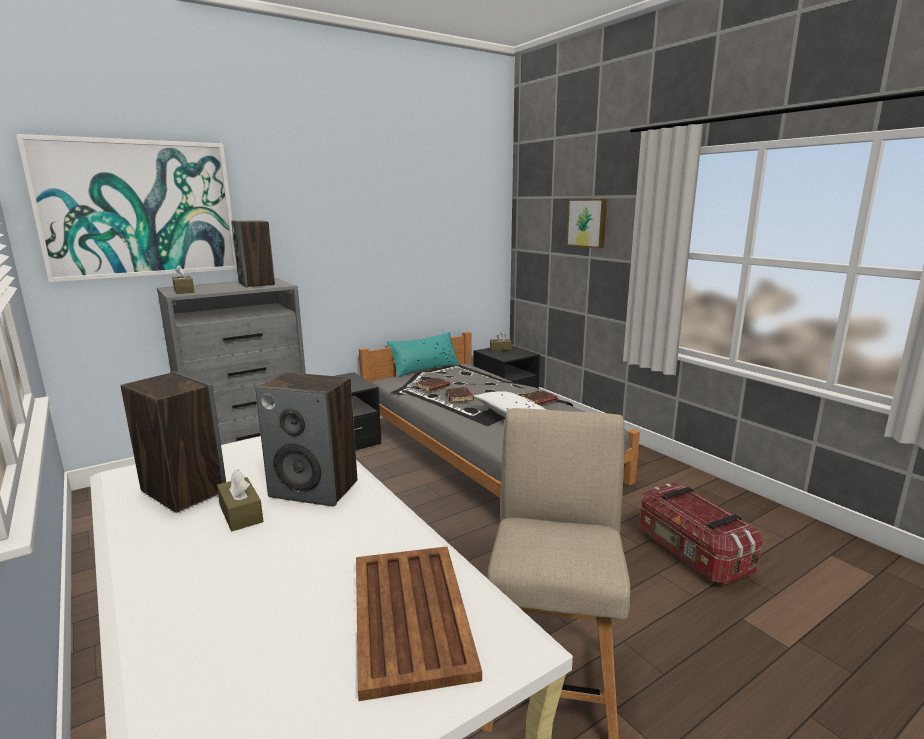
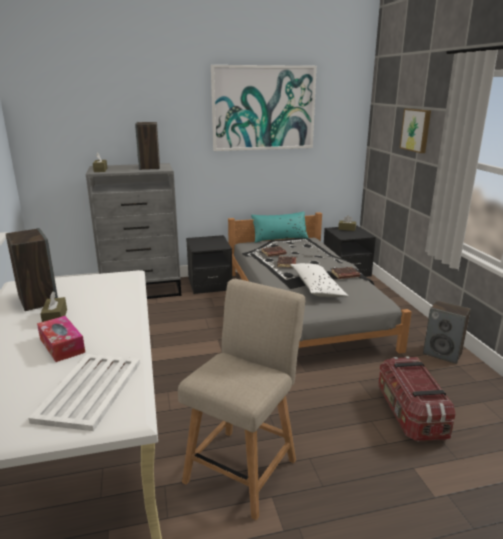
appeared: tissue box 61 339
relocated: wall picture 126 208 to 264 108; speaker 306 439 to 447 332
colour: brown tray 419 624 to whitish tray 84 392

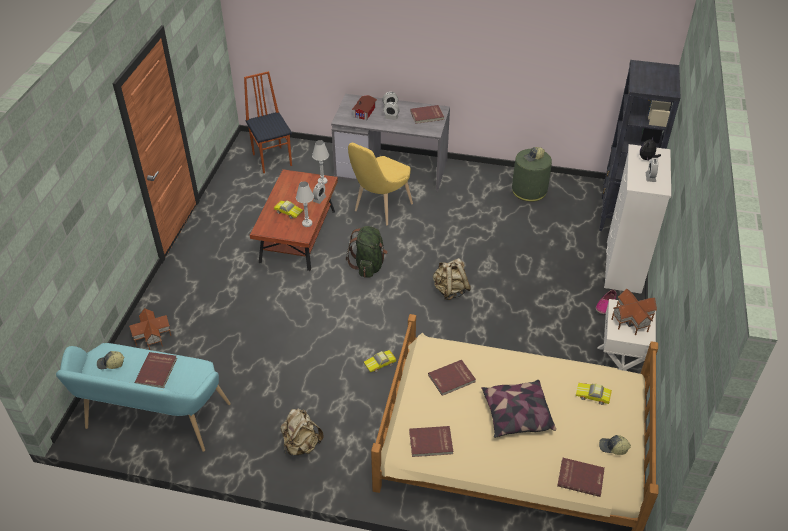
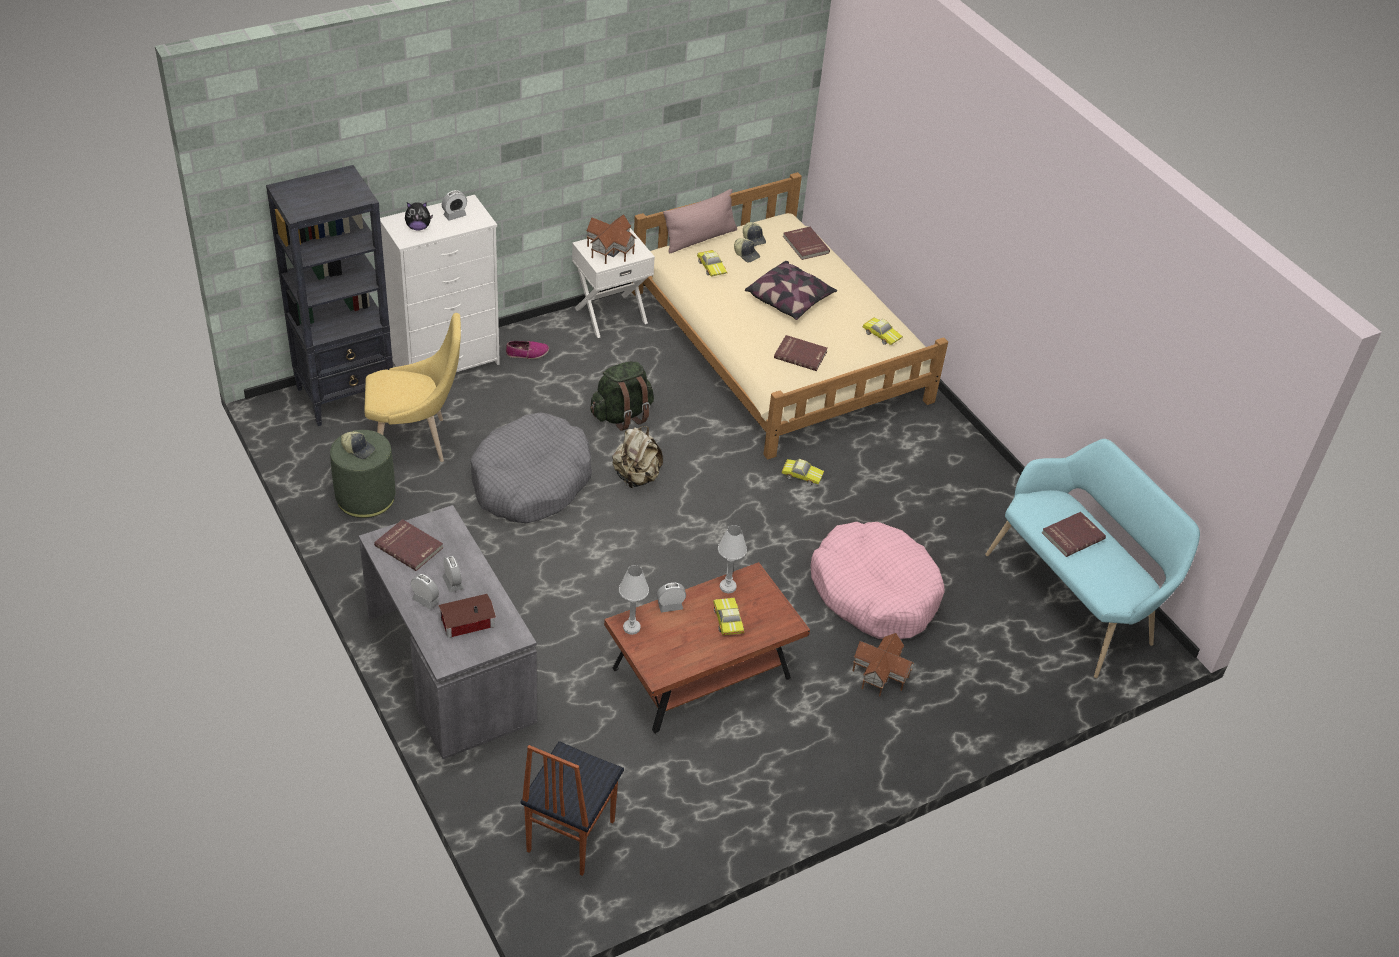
missing: beige backpack 301 431
appeared: greyish dog cushion 531 468; pinkish cushion 700 221; pinkish dog cushion 878 580
relocated: yellow chair 380 184 to 412 387; green-coloured backpack 367 252 to 622 396; cap 110 360 to 747 250; toy house 150 329 to 883 664
exchanged: red book 431 441 to toy car 883 331

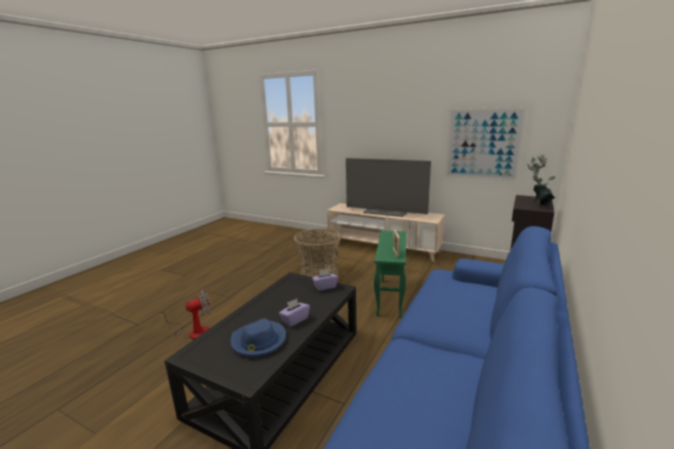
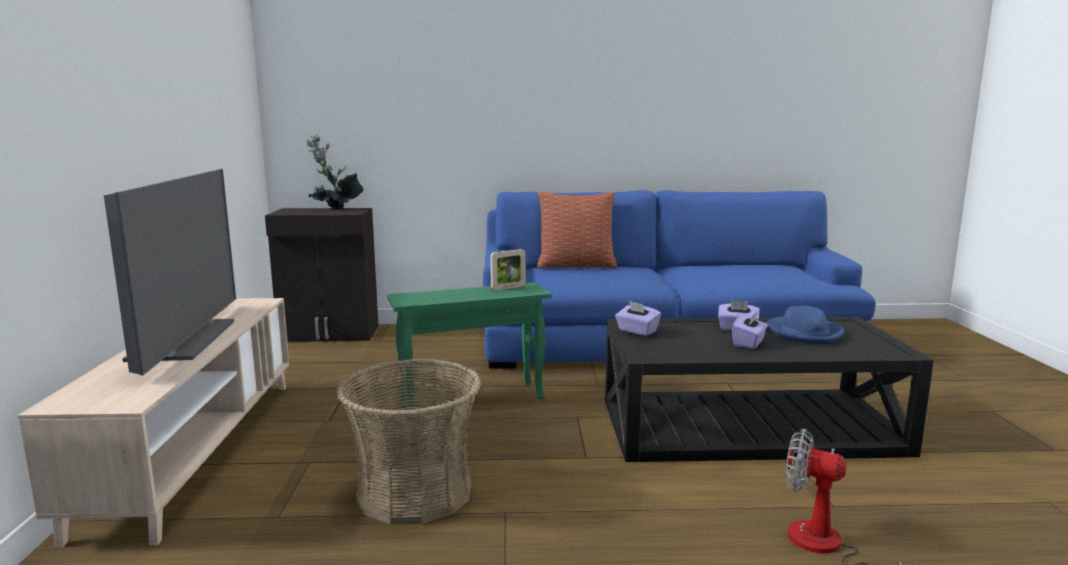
missing: wall picture 486 144
appeared: cushion 577 230; purple-coloured tissue box 750 330

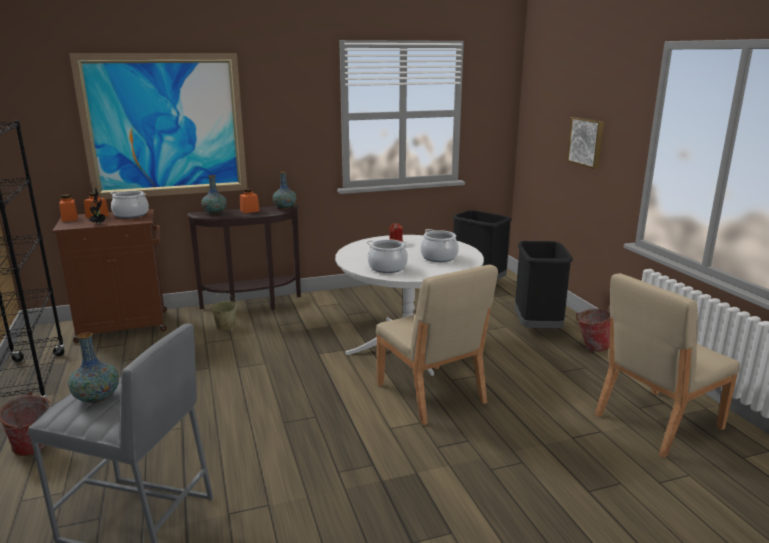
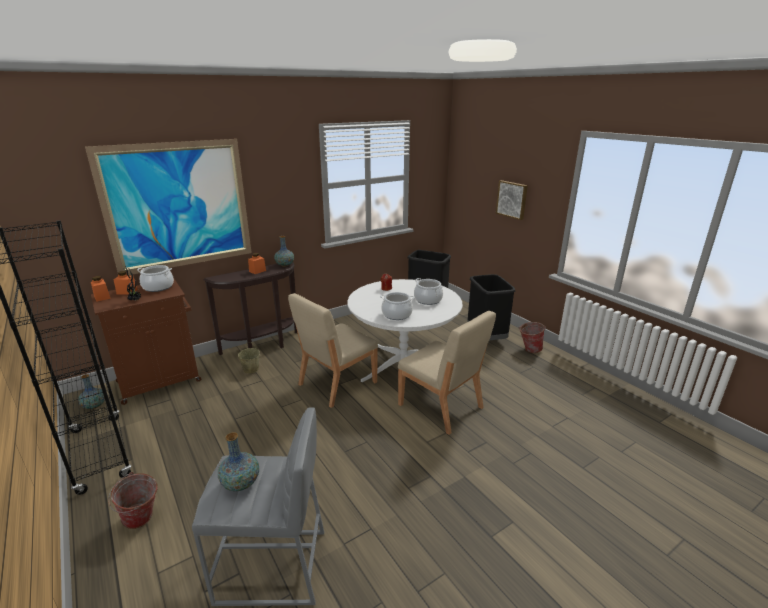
relocated: vase 214 194 to 91 391; beige chair 667 365 to 333 350

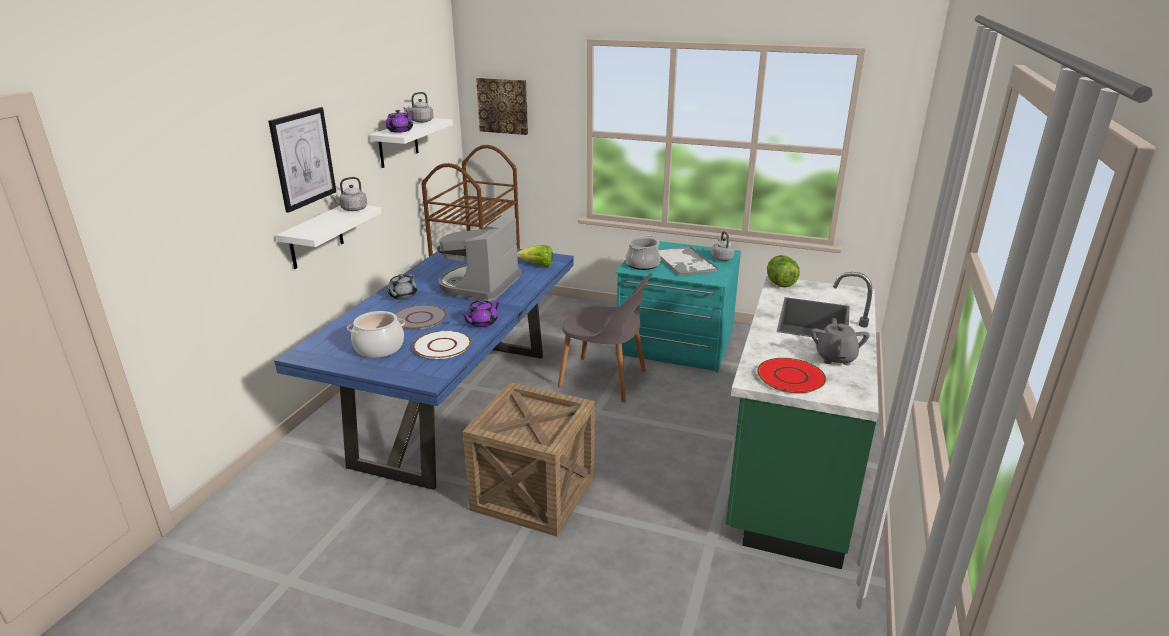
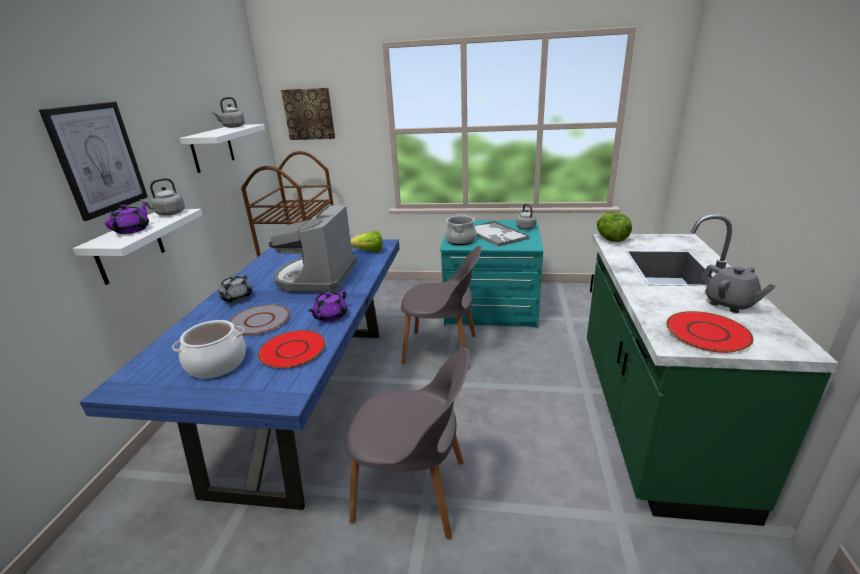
relocated: purple-coloured teapot 399 121 to 127 218
exchanged: shipping crate 528 459 to greyish chair 408 443
colour: whitish flat dish 442 344 to red flat dish 291 349
spun: greyish teapot 840 341 = 738 288 150 degrees clockwise

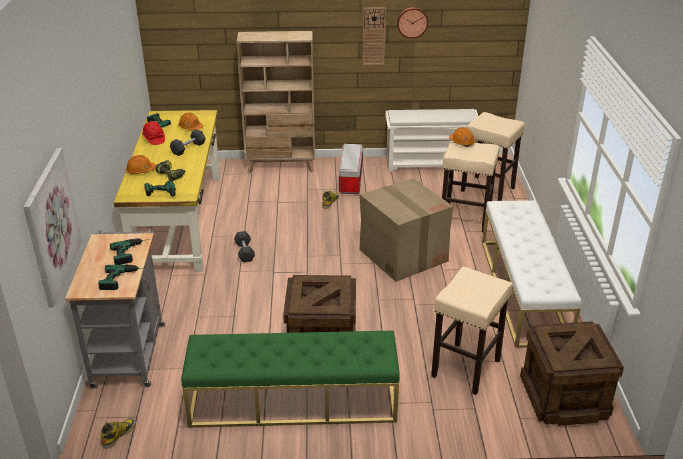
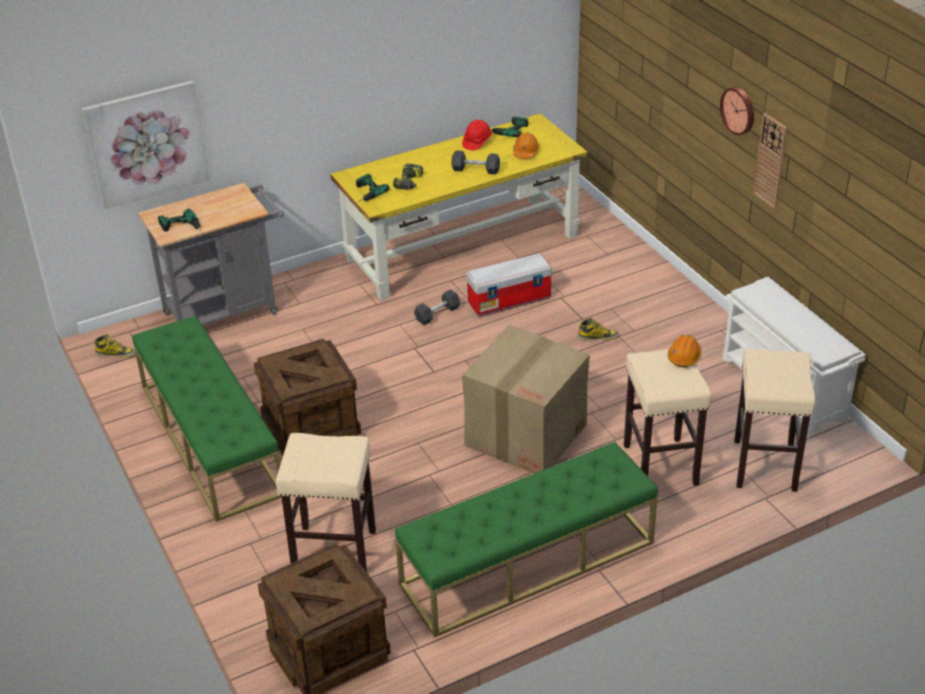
missing: electric drill 130 251; orangey safety helmet 141 164; beige bookshelf 275 102
relocated: storage box 351 169 to 509 285; wall clock 412 23 to 737 111
colour: whitish bench 532 274 to green-coloured bench 526 539

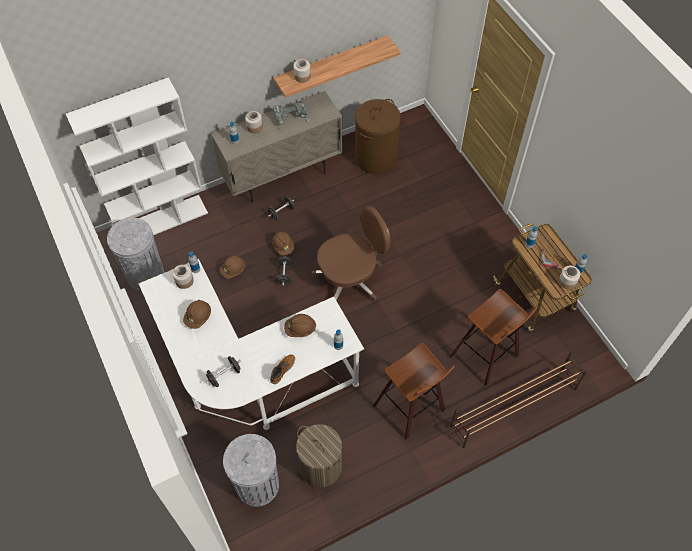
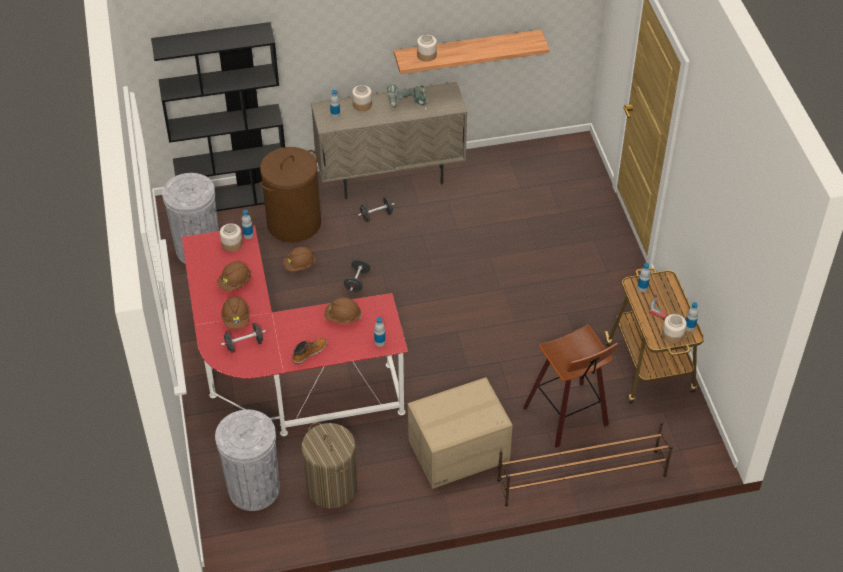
missing: brown office chair 351 253
relocated: brown safety helmet 283 243 to 235 313; brown washing basket 378 136 to 290 195
exchanged: stool seat 414 391 to carton 460 433
colour: whitish bookshelf 137 156 to black bookshelf 218 116; whitish desk 251 344 to red desk 295 331

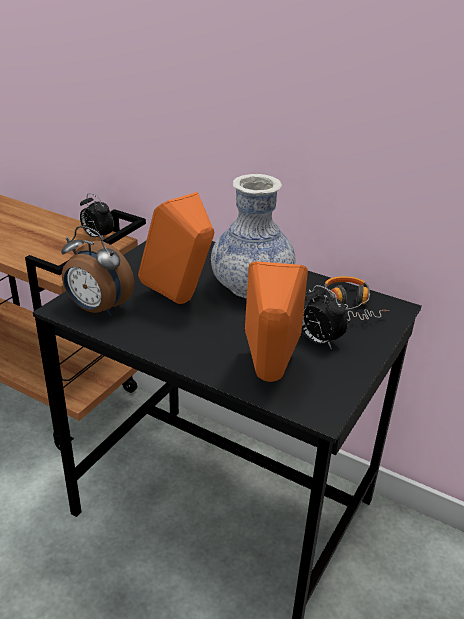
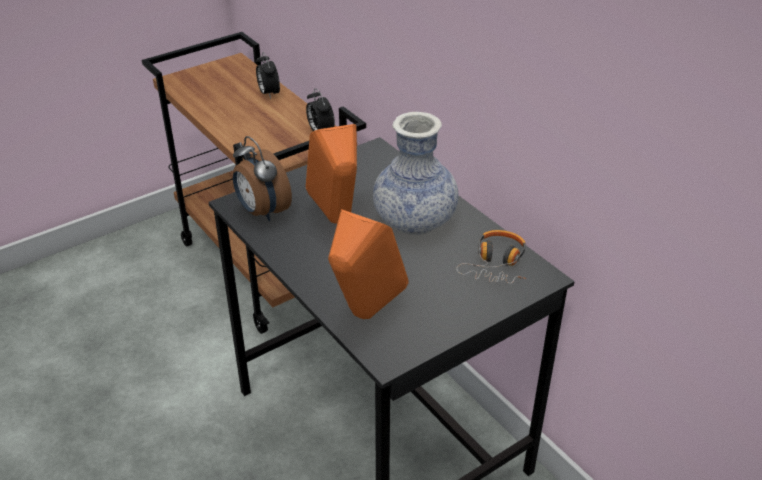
relocated: alarm clock 325 317 to 268 75

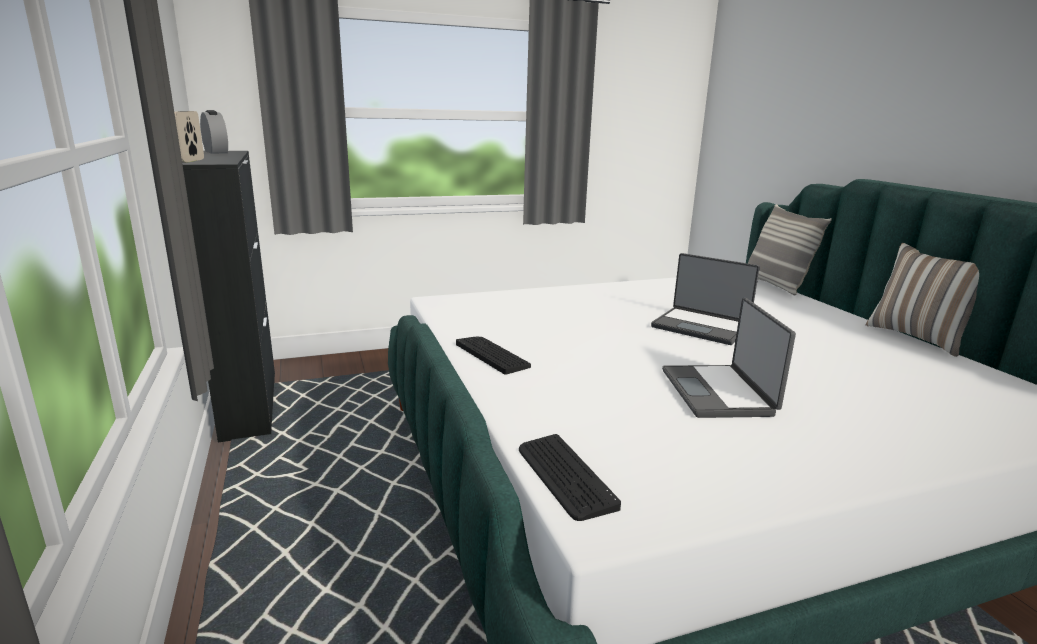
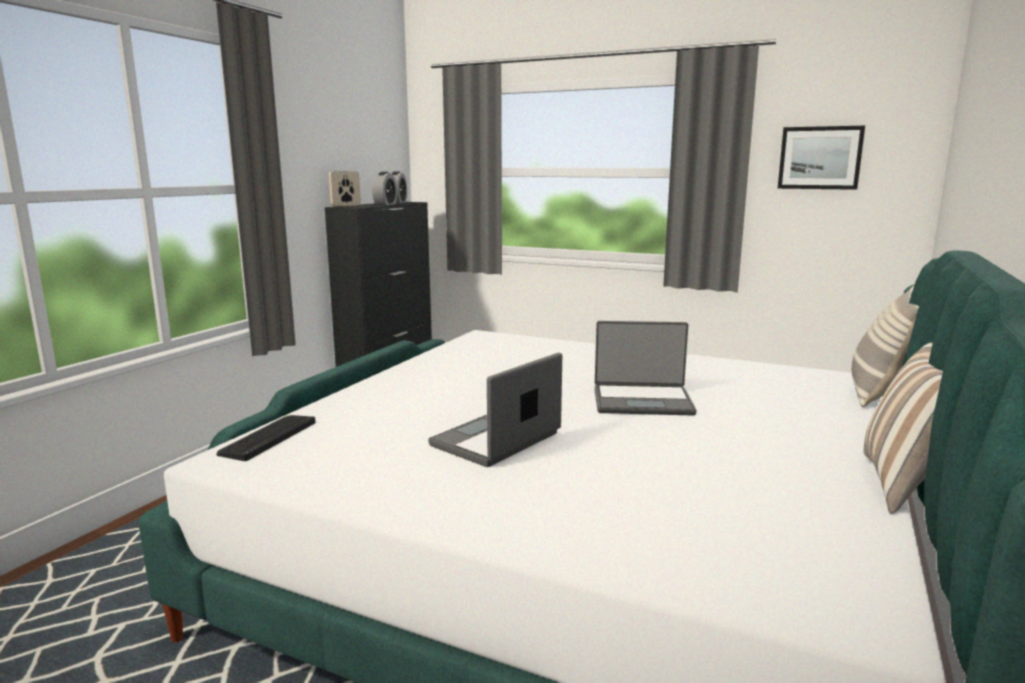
missing: keyboard 493 355
appeared: alarm clock 384 188; wall picture 821 158
spun: notebook computer 705 299 = 646 368 75 degrees counterclockwise

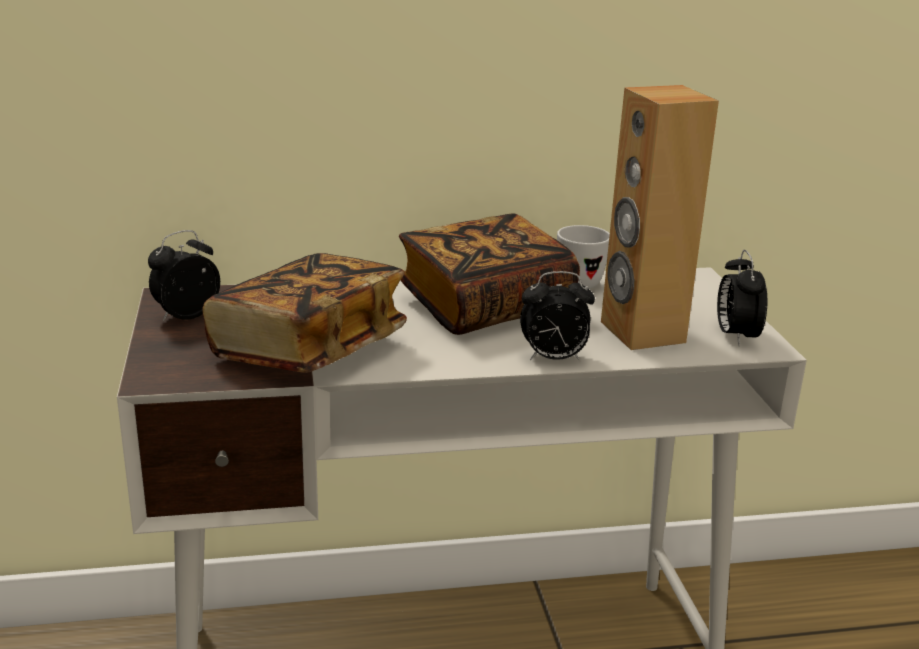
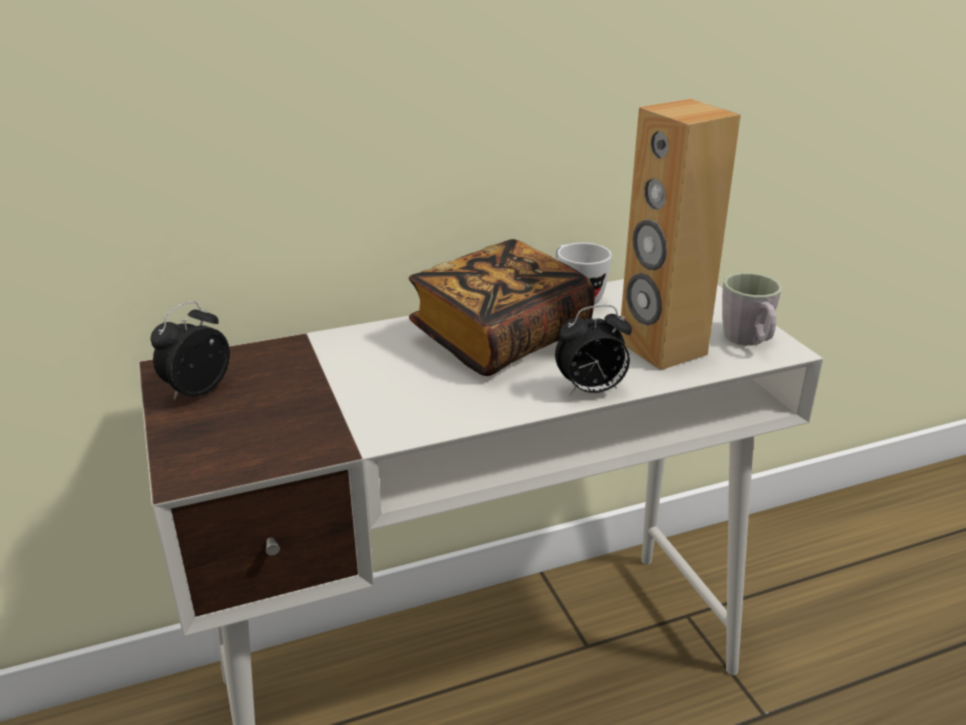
missing: book 304 313
exchanged: alarm clock 742 298 to greyish mug 752 309

